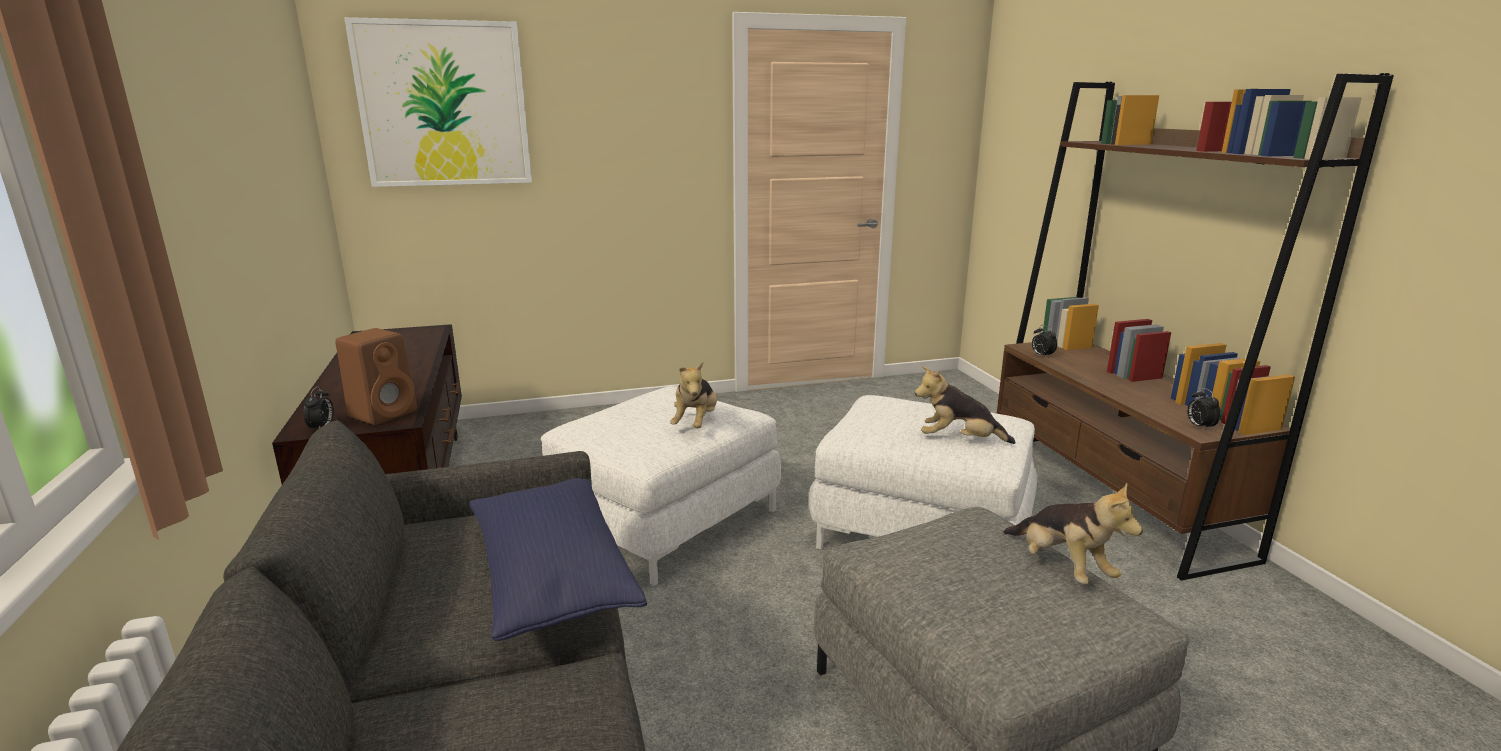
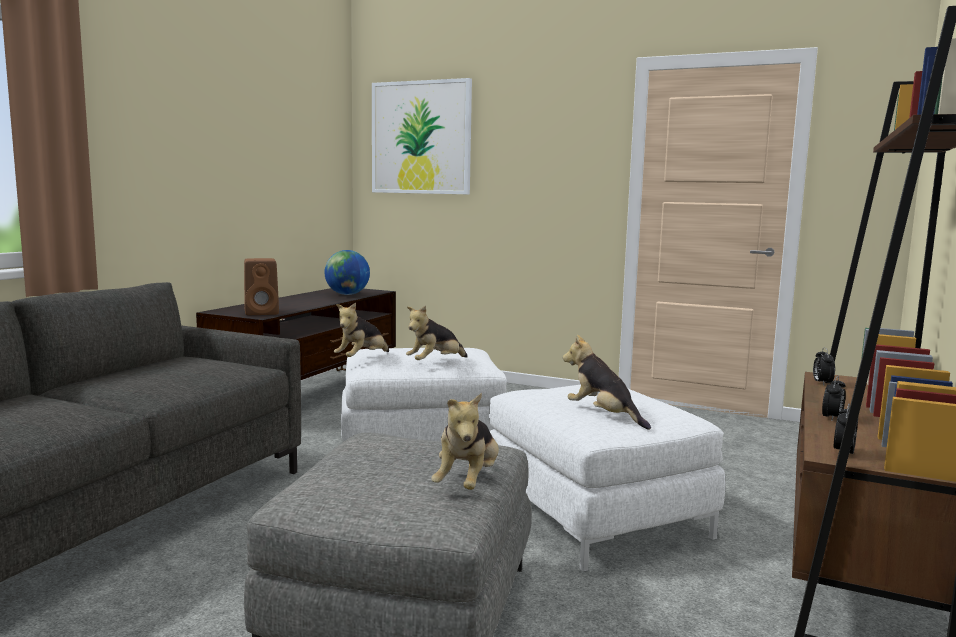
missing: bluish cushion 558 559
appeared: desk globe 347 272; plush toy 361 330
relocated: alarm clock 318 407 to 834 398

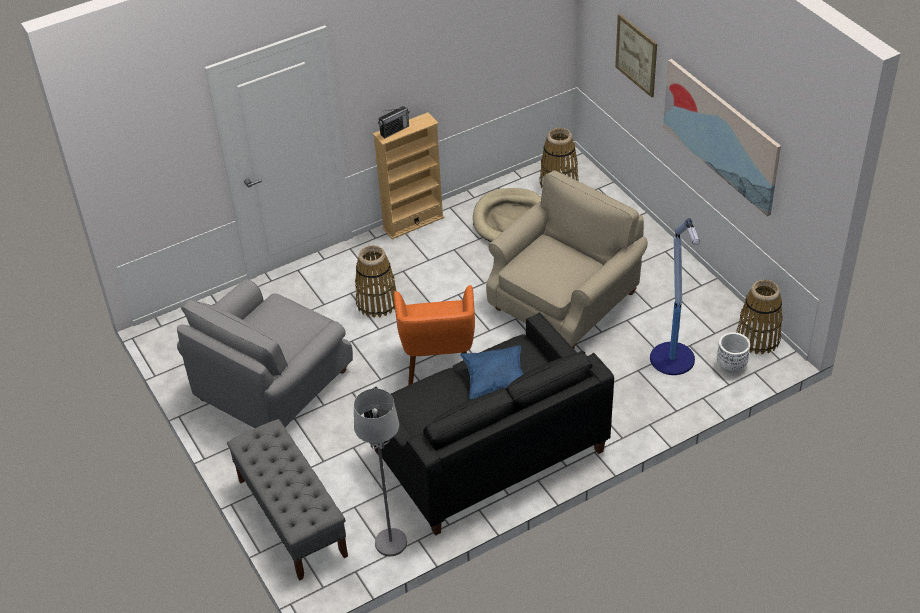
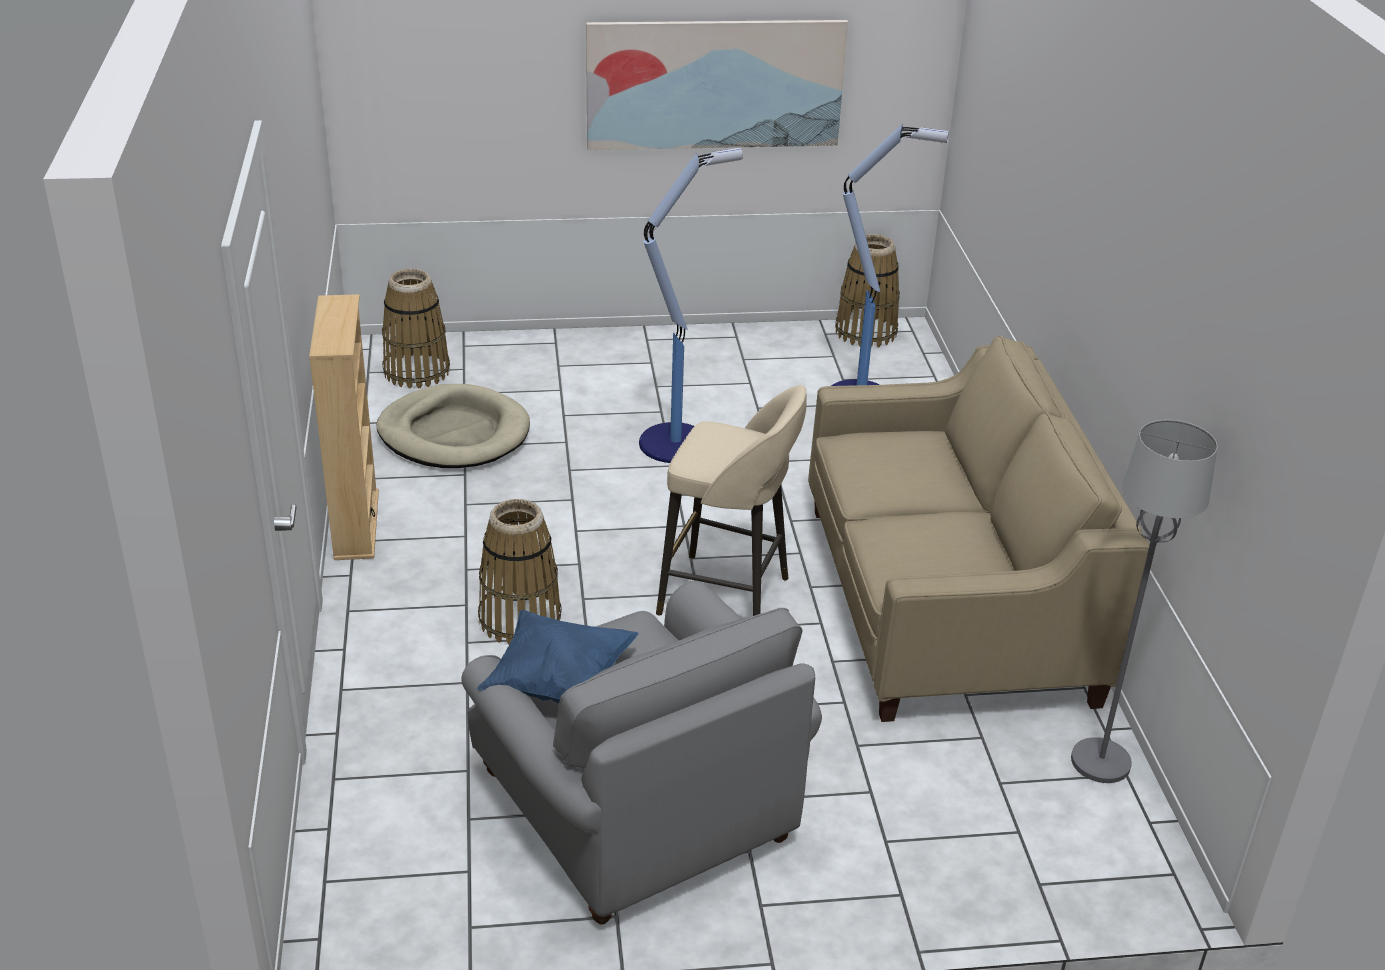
missing: greyish bench 287 500; radio set 394 122; wall picture 636 56; whitish flower pot 733 352
relocated: bluish cushion 491 372 to 558 656
exchanged: beige easy chair 567 259 to standing lamp 691 305; orangey easy chair 434 335 to beige stool seat 731 500
colour: black sofa 489 424 to beige sofa 979 528

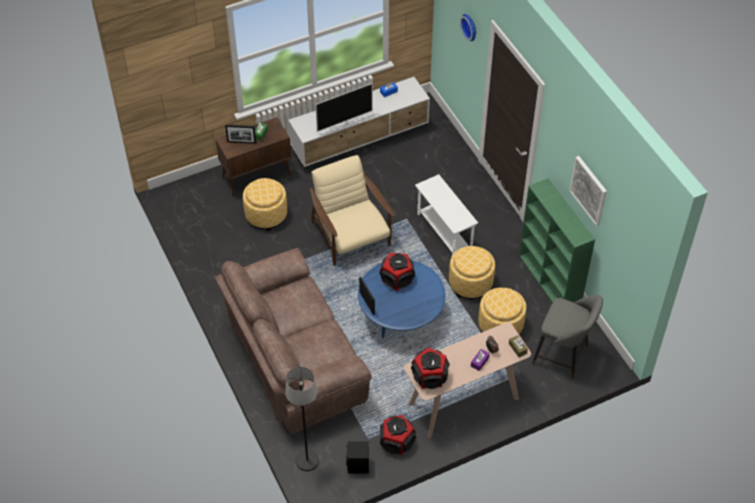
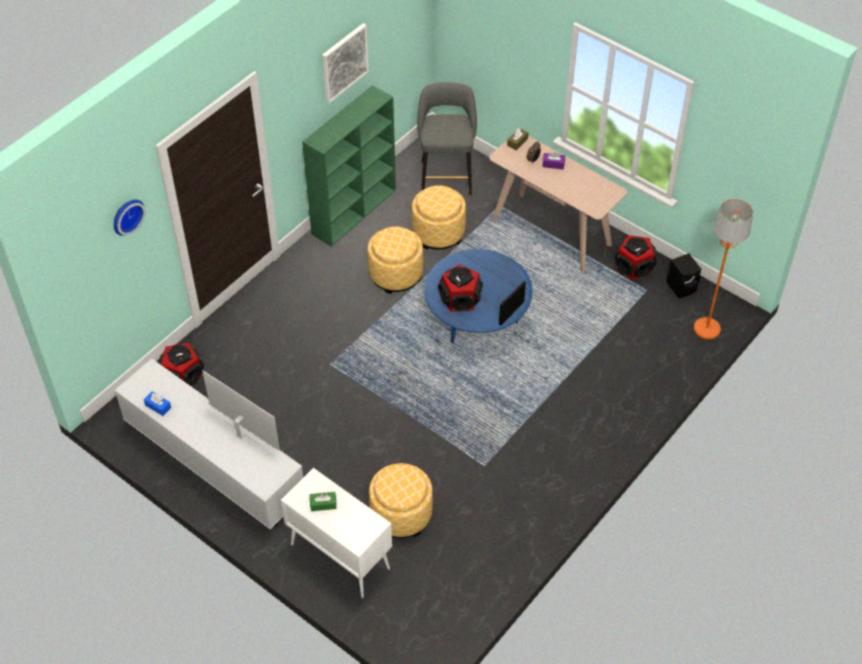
missing: brown sofa 293 341; standing frame 240 134; beige easy chair 352 210; whitish accent table 446 214
relocated: speaker 430 368 to 181 364
colour: brown cabinet 253 157 to whitish cabinet 336 533; black standing lamp 302 419 to orangey standing lamp 723 269

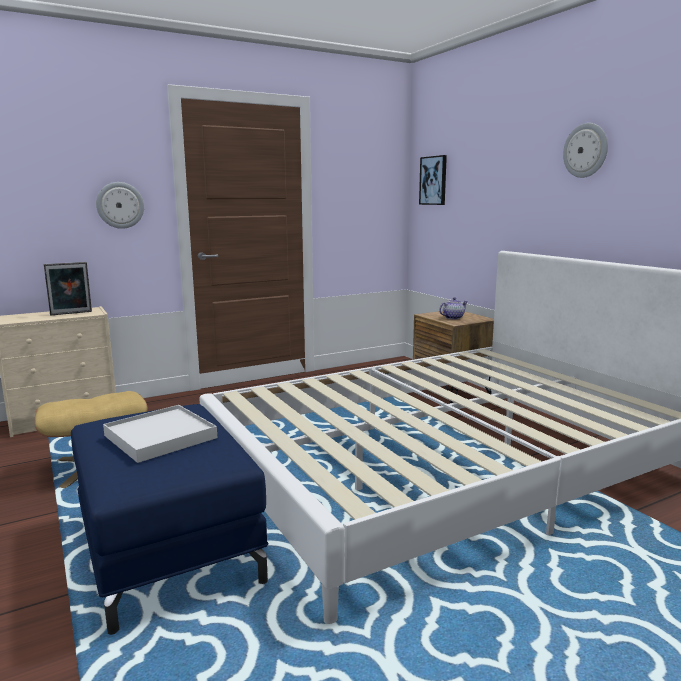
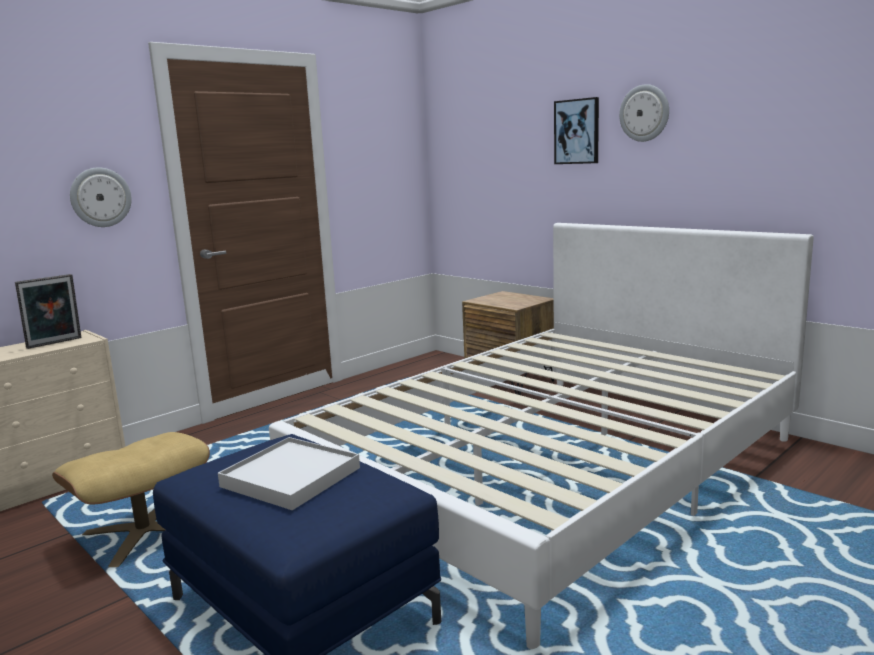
missing: teapot 453 308
relocated: wall picture 433 180 to 576 130

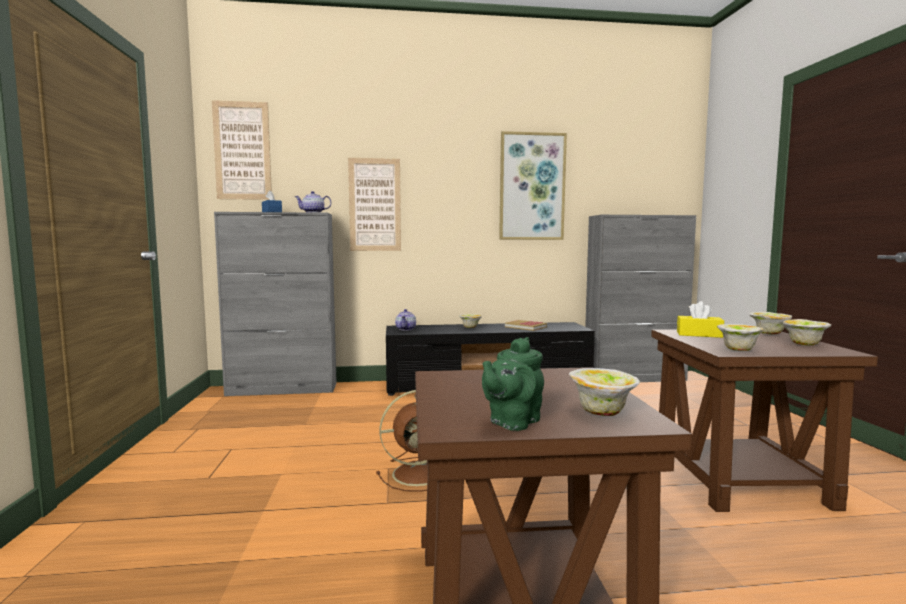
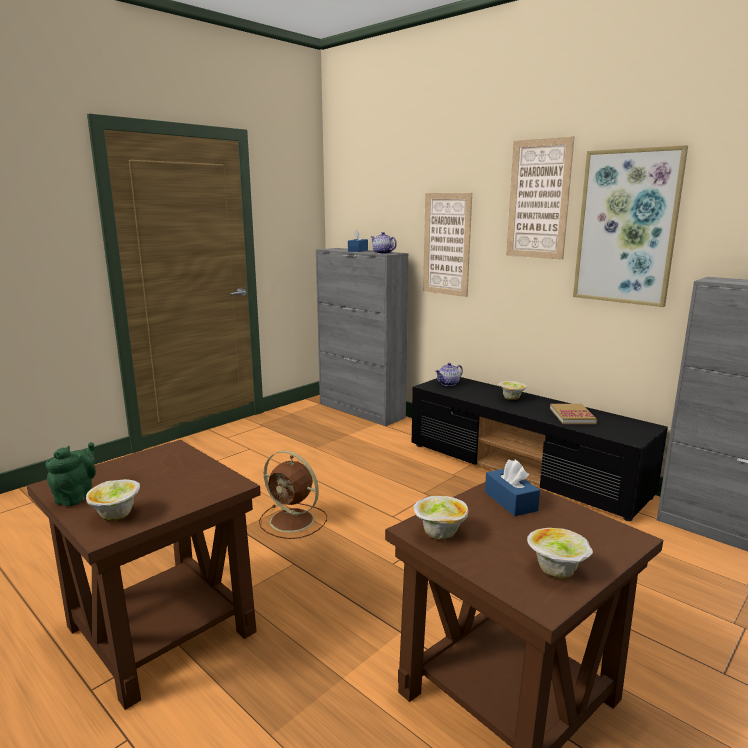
missing: deep dish 770 323
relocated: wall picture 242 150 to 540 198
colour: yellow tissue box 700 319 to bluish tissue box 512 488
spun: green-coloured teapot 513 384 = 70 474 105 degrees clockwise

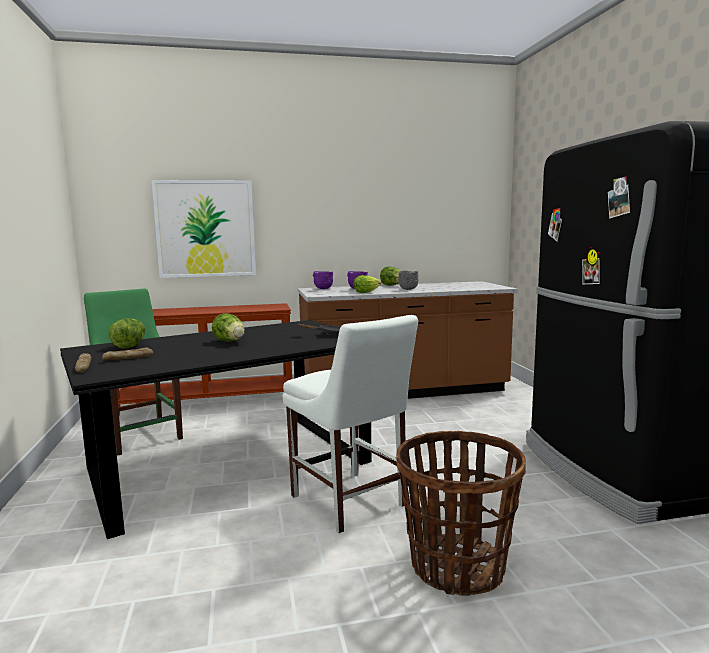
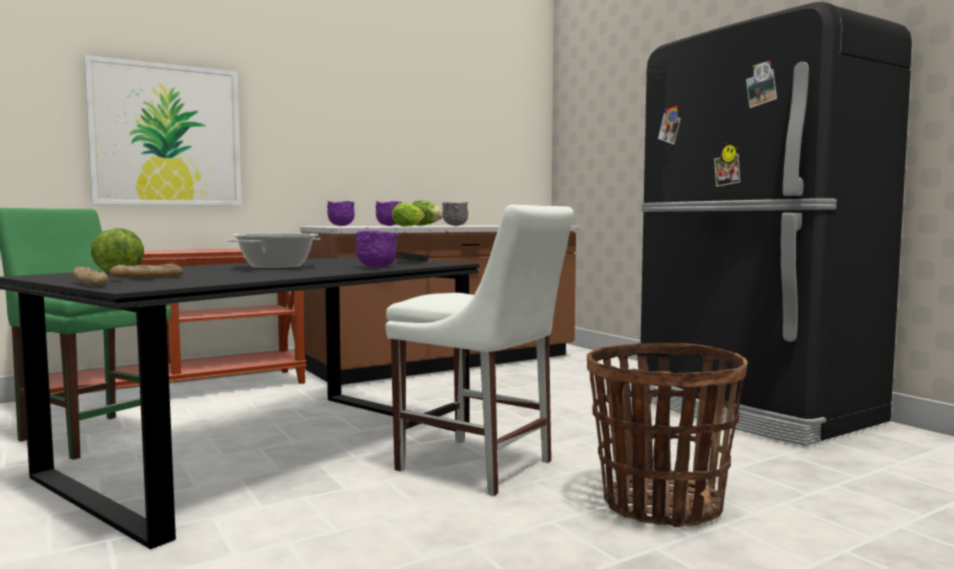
appeared: purple-coloured deep dish 376 249
exchanged: lettuce 228 327 to stockpot 273 251

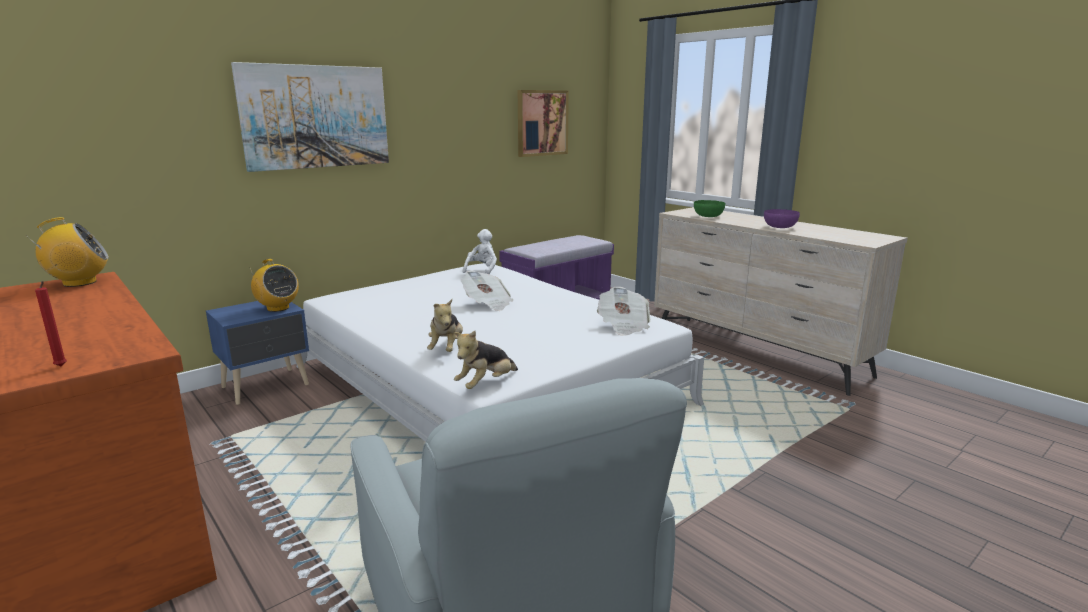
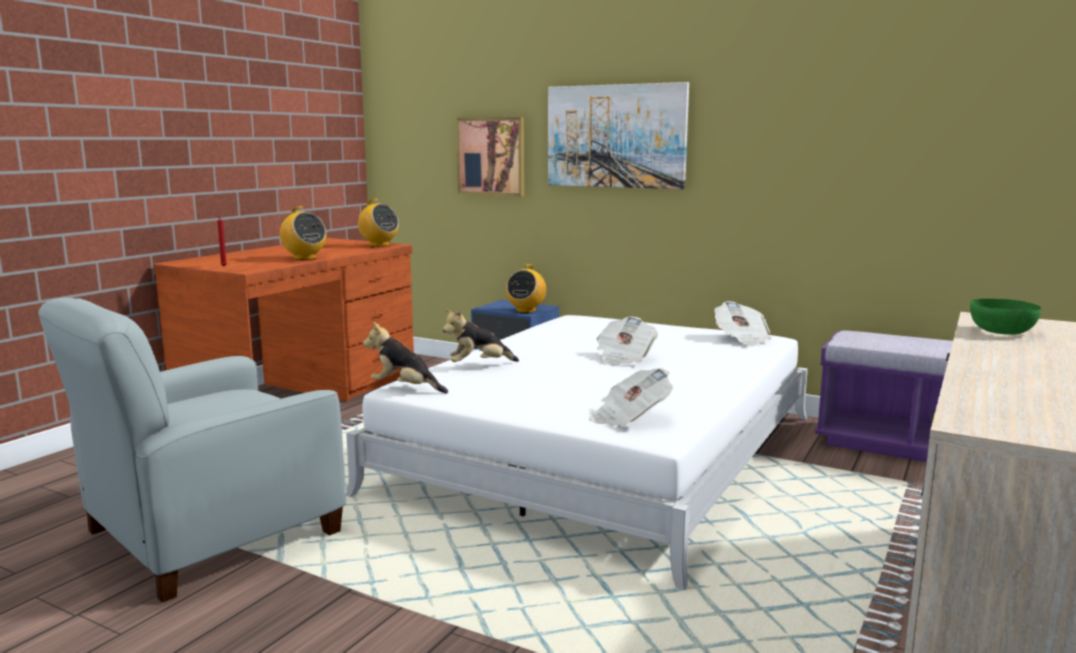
missing: purple-coloured deep dish 782 218
appeared: radio set 302 233
relocated: wall picture 543 123 to 490 156
exchanged: whitish plush toy 480 251 to daily paper 743 324

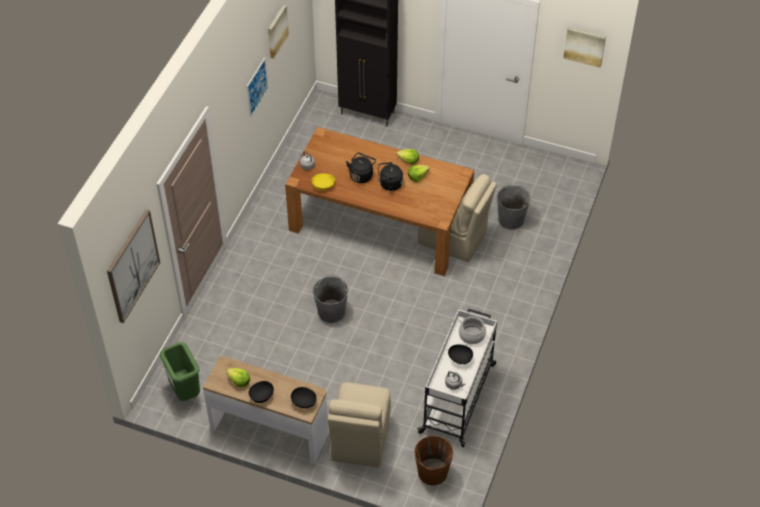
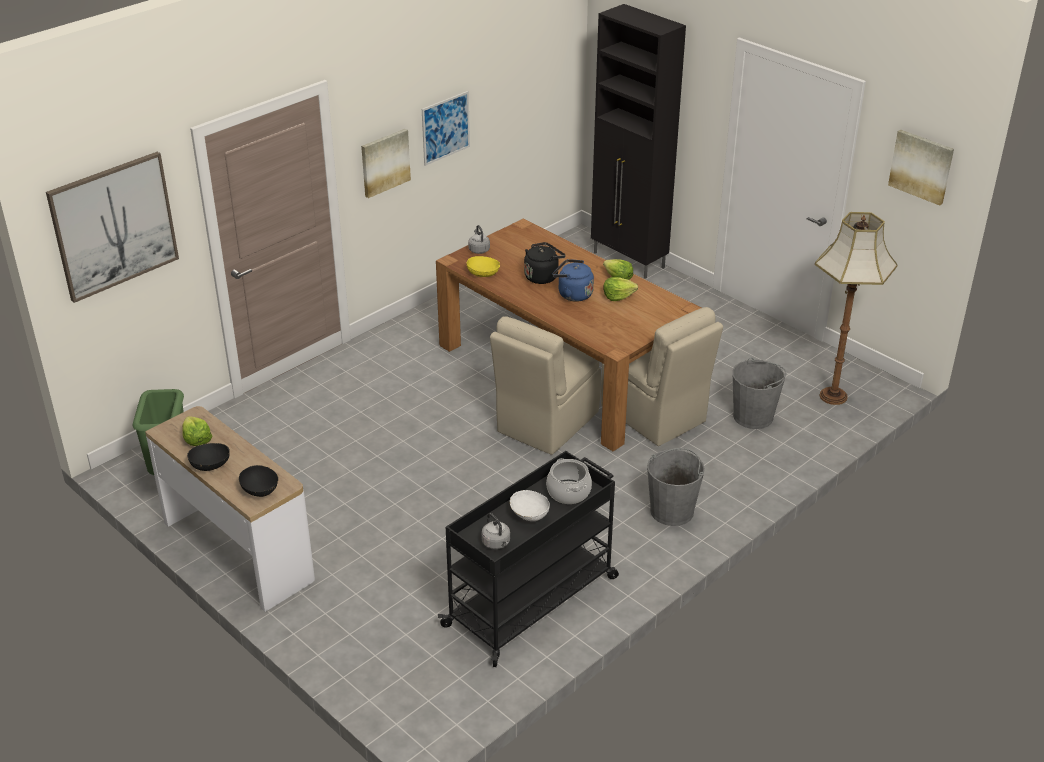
missing: brown pail 433 461
appeared: standing lamp 856 308
relocated: wall picture 278 32 to 386 163; beige chair 359 424 to 545 385; greyish pail 331 299 to 676 487
colour: whitish cart 457 378 to black cart 528 559; black deep dish 460 354 to whitish deep dish 529 505; black water kettle 390 176 to bluish water kettle 573 280

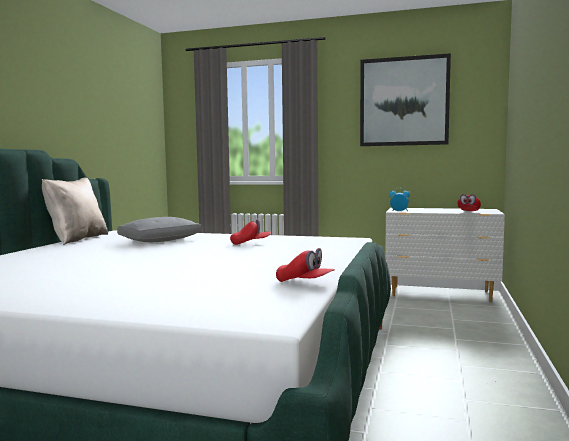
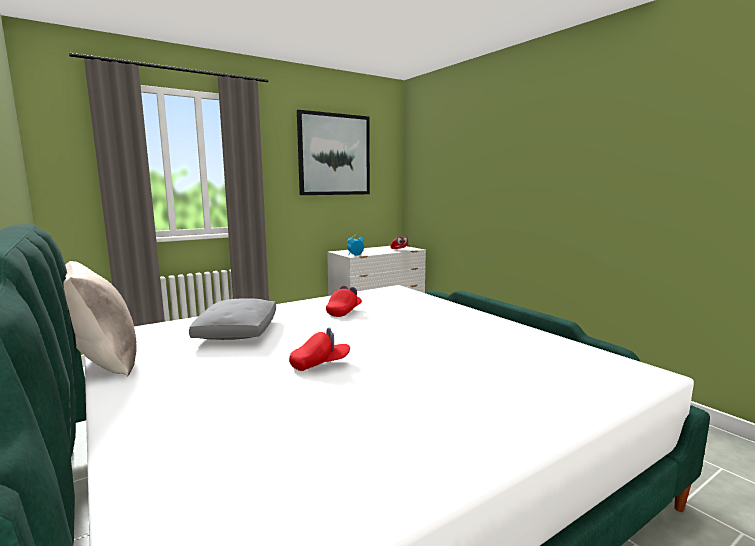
relocated: red cap 305 265 to 319 349

